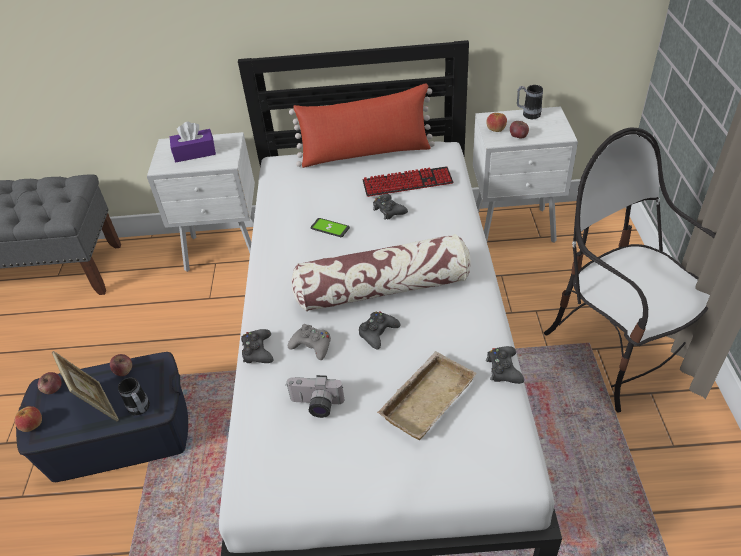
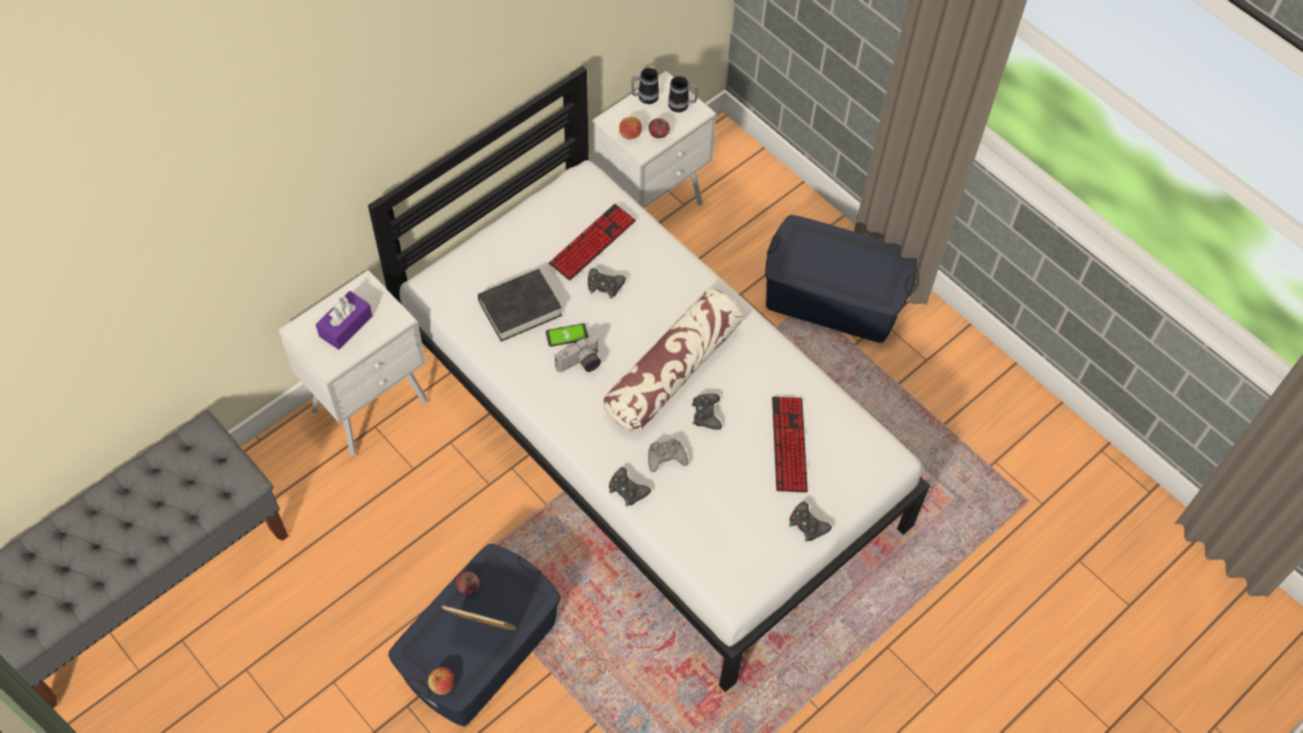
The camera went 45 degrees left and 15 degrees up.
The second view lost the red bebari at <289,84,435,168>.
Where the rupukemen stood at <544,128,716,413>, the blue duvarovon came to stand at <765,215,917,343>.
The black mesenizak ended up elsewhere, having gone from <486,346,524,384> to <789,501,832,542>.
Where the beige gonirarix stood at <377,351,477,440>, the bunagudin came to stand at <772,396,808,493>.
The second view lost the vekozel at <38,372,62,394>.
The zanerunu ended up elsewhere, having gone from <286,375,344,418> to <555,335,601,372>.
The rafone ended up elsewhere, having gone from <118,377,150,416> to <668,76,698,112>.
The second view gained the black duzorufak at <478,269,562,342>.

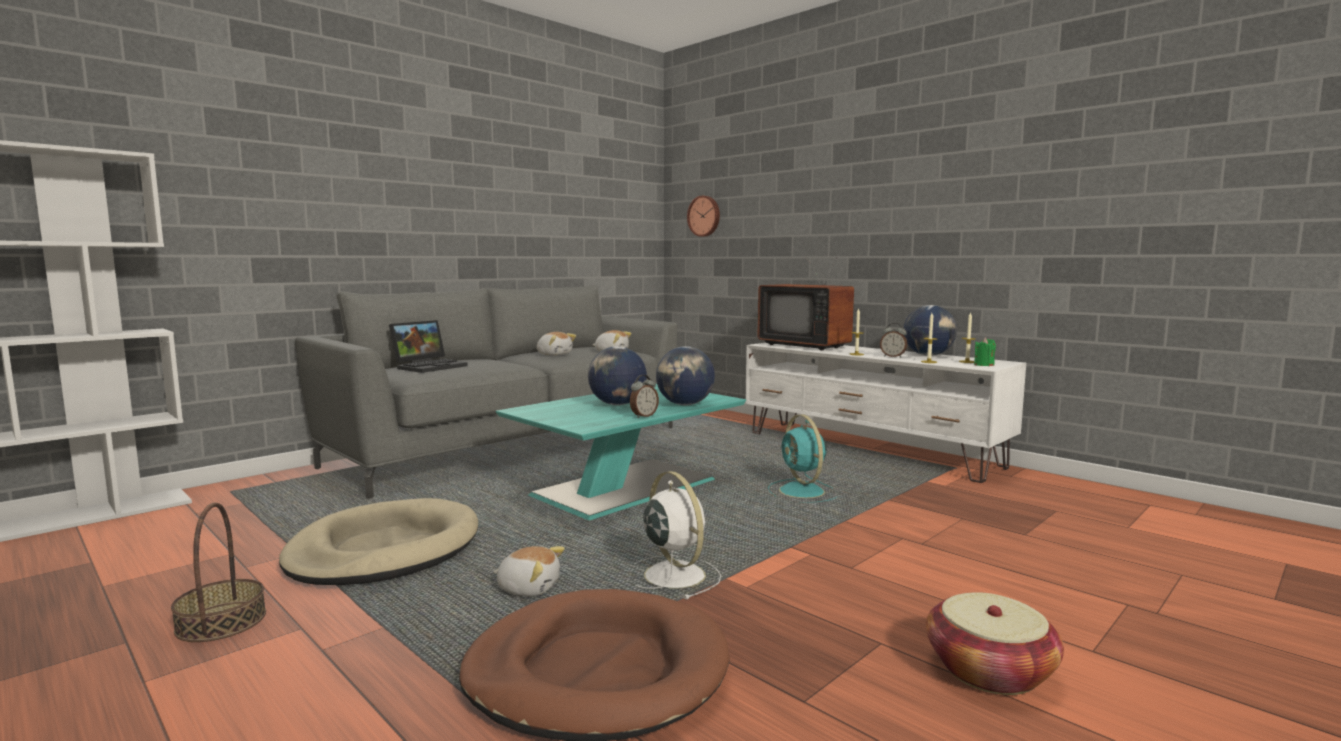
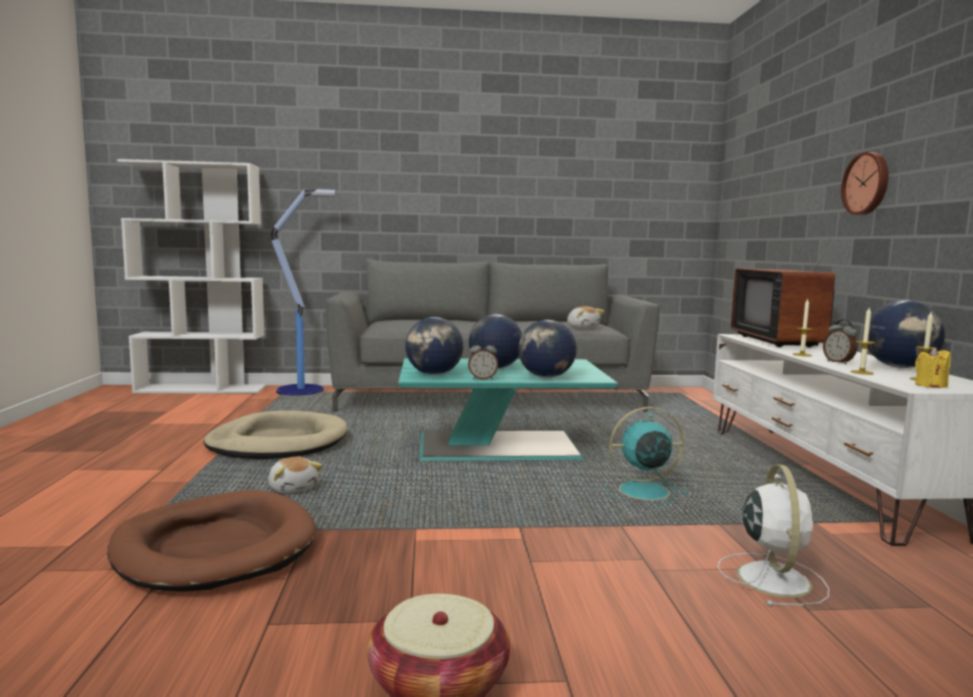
The camera went 40 degrees right and 0 degrees up.
The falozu ended up elsewhere, having gone from <687,196,720,237> to <841,152,888,215>.
The second view lost the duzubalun at <389,320,468,373>.
The second view lost the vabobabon at <537,332,576,356>.
What was the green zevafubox at <974,338,996,366> turned into the yellow zevafubox at <915,347,951,388>.
The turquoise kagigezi at <768,415,838,503> ended up facing another way, 60 degrees clockwise from before.
The white kagigezi ended up elsewhere, having gone from <635,471,721,599> to <717,465,829,606>.
The second view lost the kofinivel at <171,502,266,642>.
The second view gained the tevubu at <271,188,336,395>.
The second view gained the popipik at <405,317,463,375>.

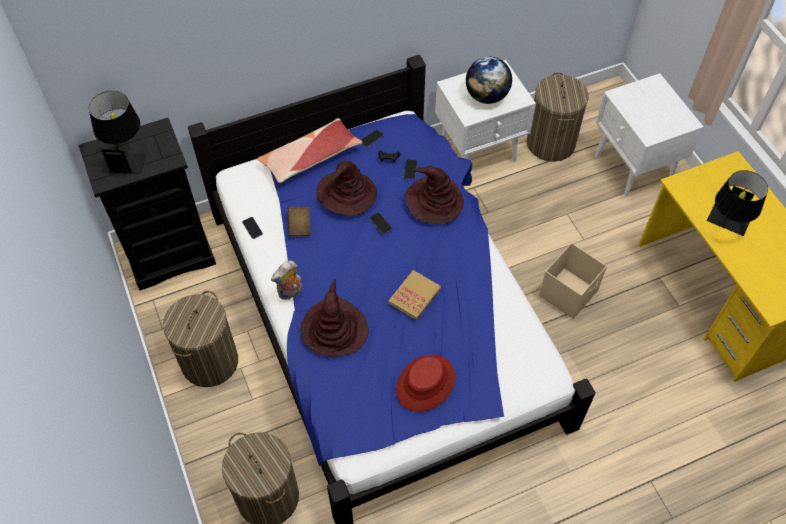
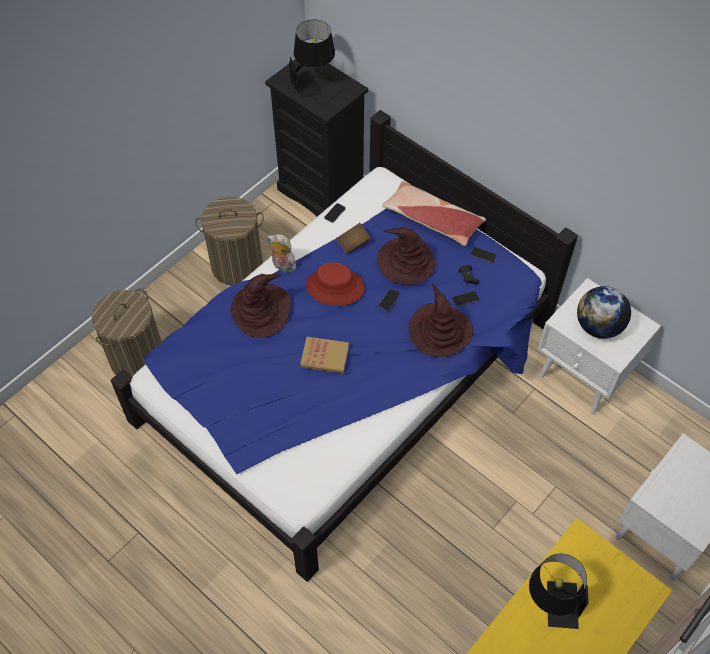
The camera went 65 degrees right and 0 degrees up.
The second view lost the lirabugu at <527,72,589,162>.
The second view lost the beige duvarovon at <539,243,607,319>.
The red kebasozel ended up elsewhere, having gone from <396,355,455,412> to <306,262,365,306>.

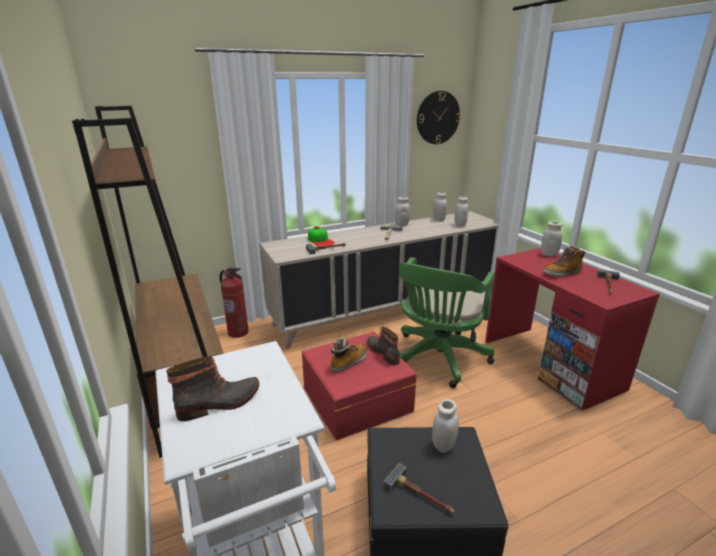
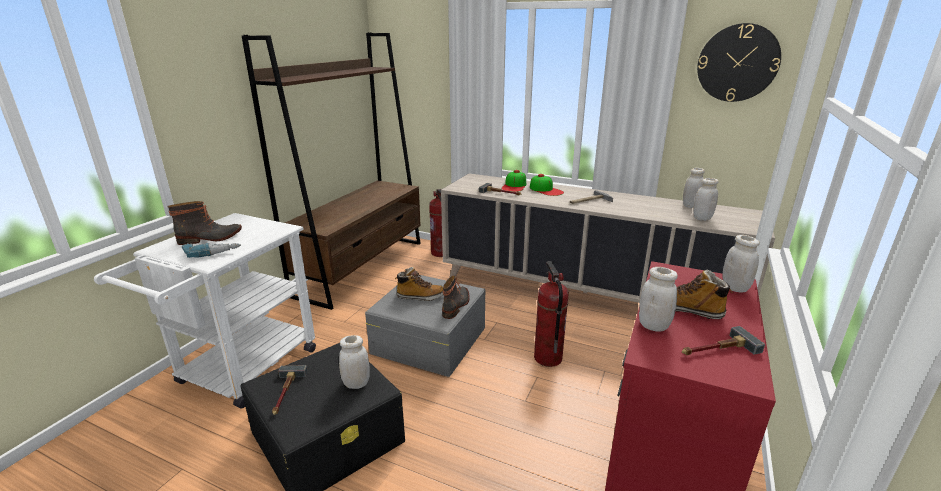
The camera went 50 degrees right and 0 degrees up.
The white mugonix ended up elsewhere, having gone from <395,197,410,226> to <639,267,678,332>.
Where the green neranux stood at <399,257,495,388>, the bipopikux came to stand at <534,261,569,367>.
What was the red duvarovon at <302,332,417,440> turned into the grey duvarovon at <365,275,485,377>.
The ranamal at <166,356,259,421> ended up facing another way, 45 degrees counterclockwise from before.
The second view gained the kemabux at <530,174,564,196>.
The second view gained the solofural at <182,243,241,258>.

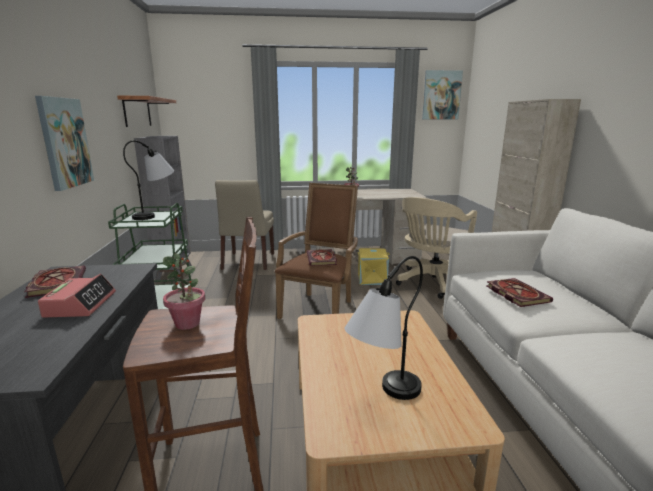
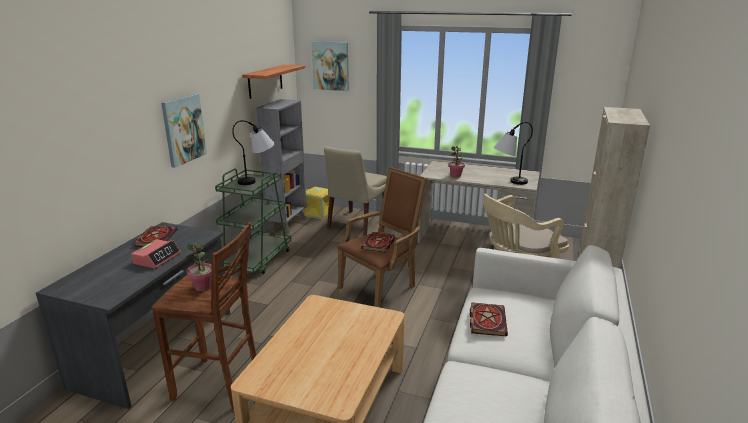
The camera went 25 degrees right and 5 degrees up.
The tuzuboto ended up elsewhere, having gone from <422,70,463,119> to <312,41,349,91>.
The yellow duvarovon ended up elsewhere, having gone from <358,248,390,285> to <303,187,334,220>.
The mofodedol ended up elsewhere, having gone from <344,256,423,400> to <493,122,533,185>.

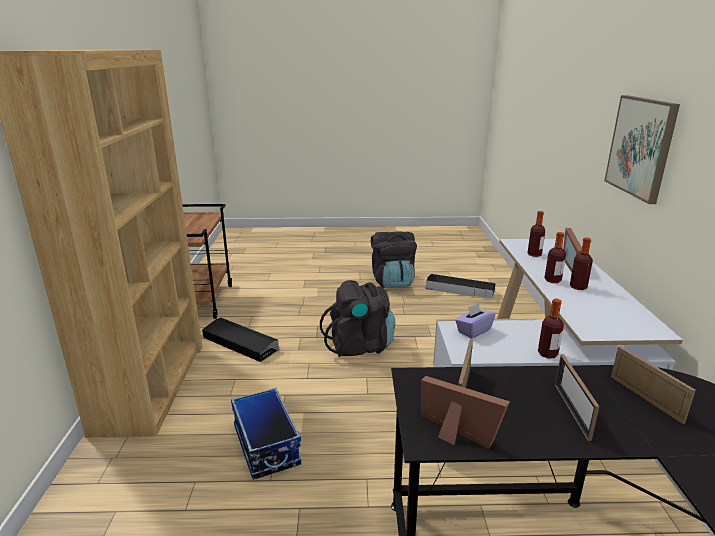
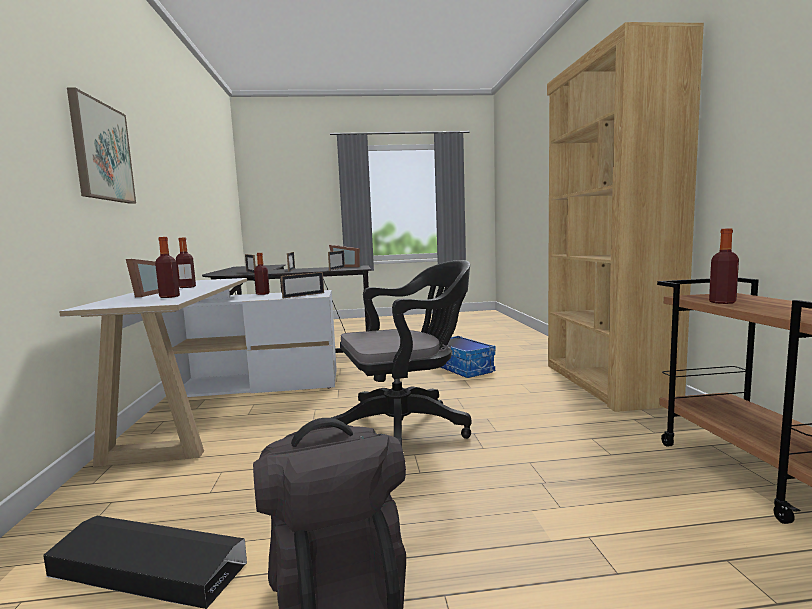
The camera went 175 degrees right and 15 degrees down.
The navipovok ended up elsewhere, having gone from <544,232,566,283> to <709,228,739,304>.
Where the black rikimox stood at <320,280,395,357>, the black neranux came to stand at <331,260,471,447>.
Where the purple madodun stood at <455,303,495,338>, the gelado came to stand at <281,272,324,298>.
The second view lost the black duvarovon at <202,318,279,362>.

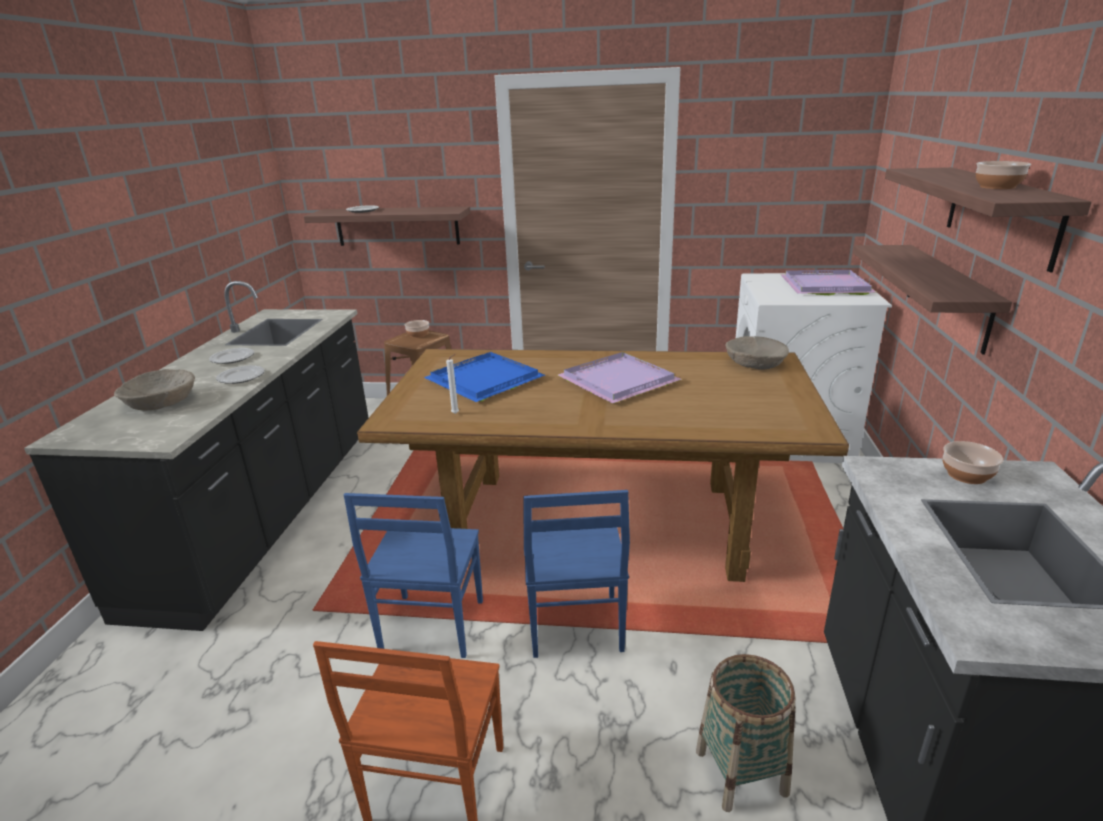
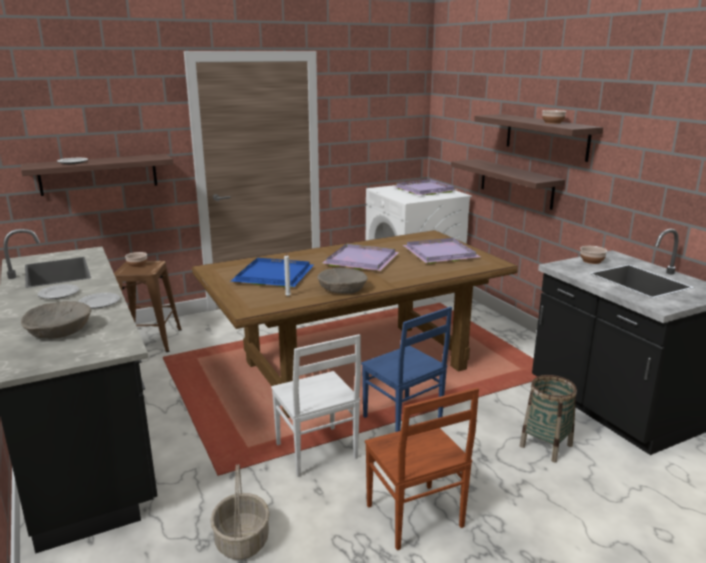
The camera went 35 degrees left and 5 degrees down.
The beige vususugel ended up elsewhere, having gone from <726,336,789,370> to <317,268,367,294>.
What was the blue rupukemen at <344,493,483,658> turned into the white rupukemen at <271,334,361,477>.
The second view gained the purple gonirarix at <403,238,480,264>.
The second view gained the kofinivel at <210,464,270,560>.

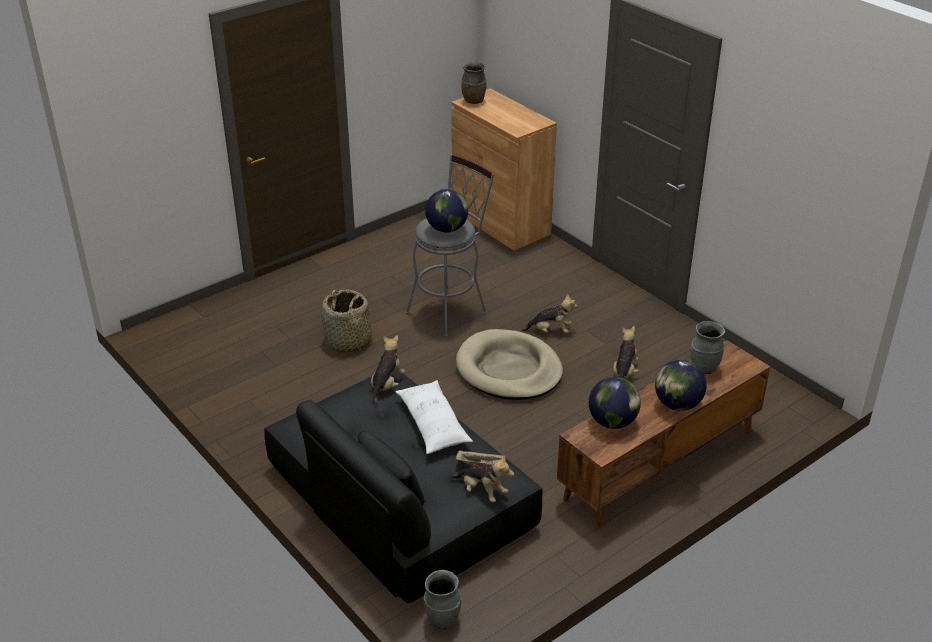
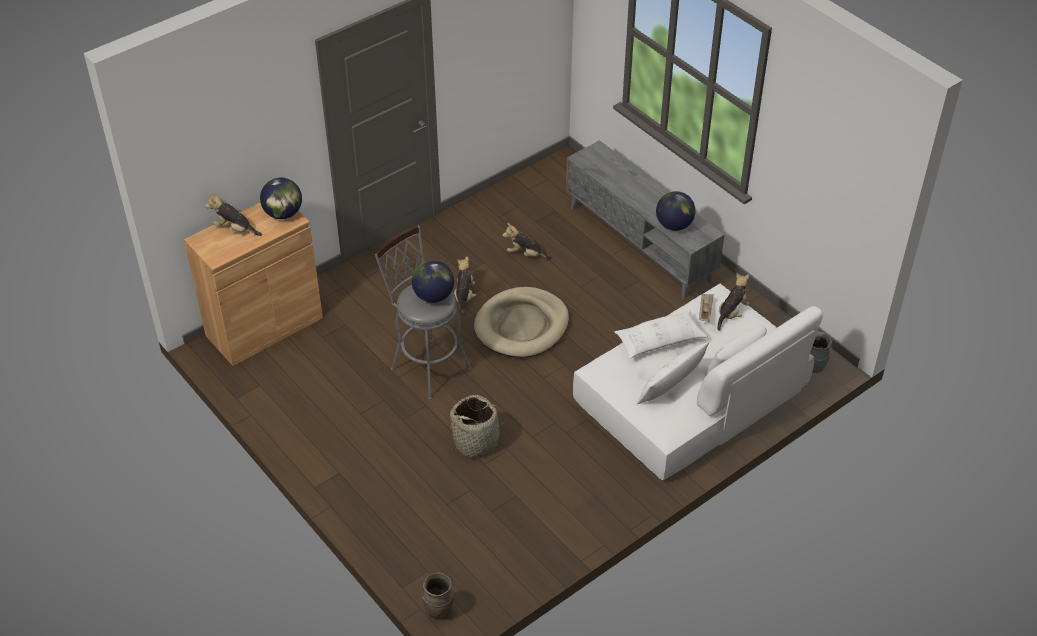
The camera went 90 degrees left and 10 degrees up.
The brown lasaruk ended up elsewhere, having gone from <461,62,487,104> to <422,573,453,619>.
The second view lost the grey lasaruk at <690,321,725,374>.
The vabobabon ended up elsewhere, having gone from <371,335,405,406> to <205,192,262,236>.
What was the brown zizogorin at <557,340,770,529> turned into the grey zizogorin at <566,140,724,299>.
The popipik ended up elsewhere, having gone from <655,360,707,411> to <260,177,302,219>.
What was the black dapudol at <264,370,543,603> turned into the white dapudol at <573,284,823,480>.
The second view gained the white bebari at <637,342,709,404>.

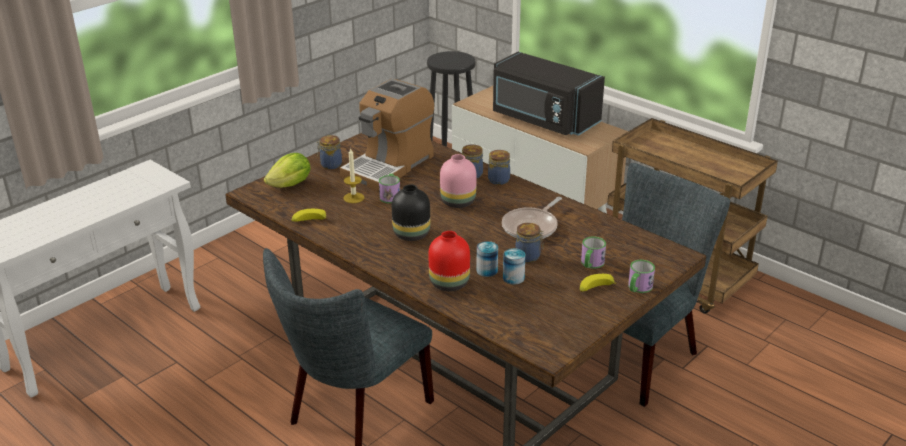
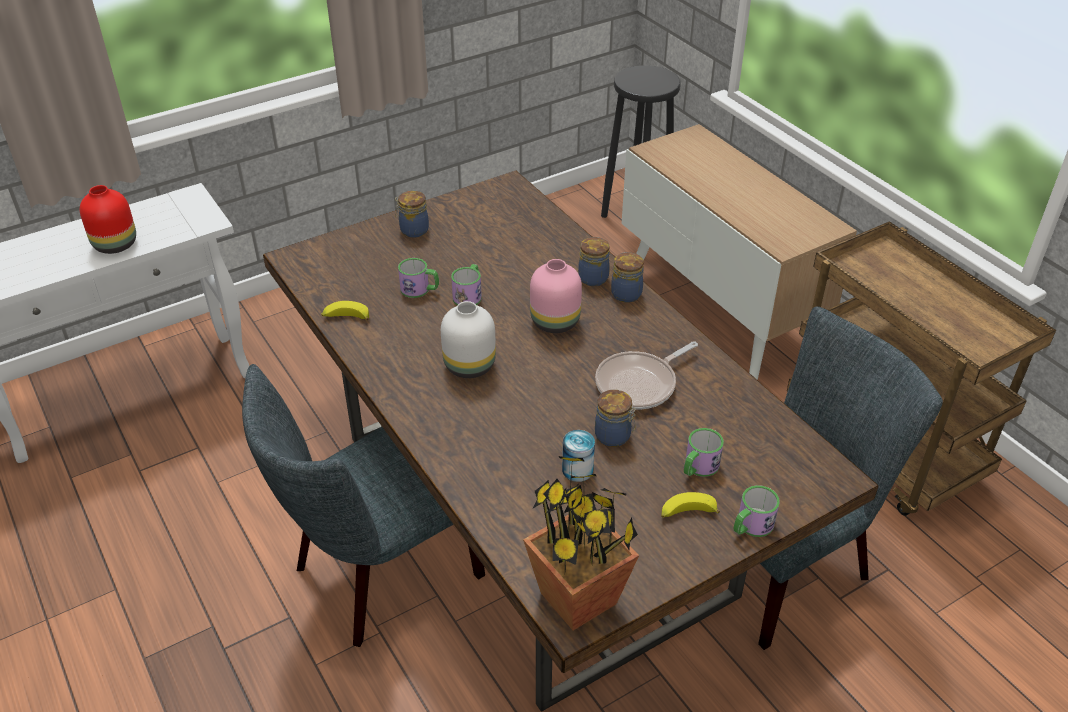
The camera went 15 degrees right and 10 degrees up.
The second view lost the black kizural at <493,52,605,136>.
The second view lost the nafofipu at <340,79,434,191>.
Where the zevafubox stood at <344,147,364,203>, the rafone came to stand at <398,258,439,298>.
The second view lost the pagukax at <264,153,311,188>.
What was the black lasaruk at <392,185,430,241> turned into the white lasaruk at <441,301,496,378>.
The red lasaruk ended up elsewhere, having gone from <428,231,470,291> to <80,185,136,254>.
The second view lost the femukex at <477,241,498,277>.
The second view gained the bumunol at <523,456,639,631>.

